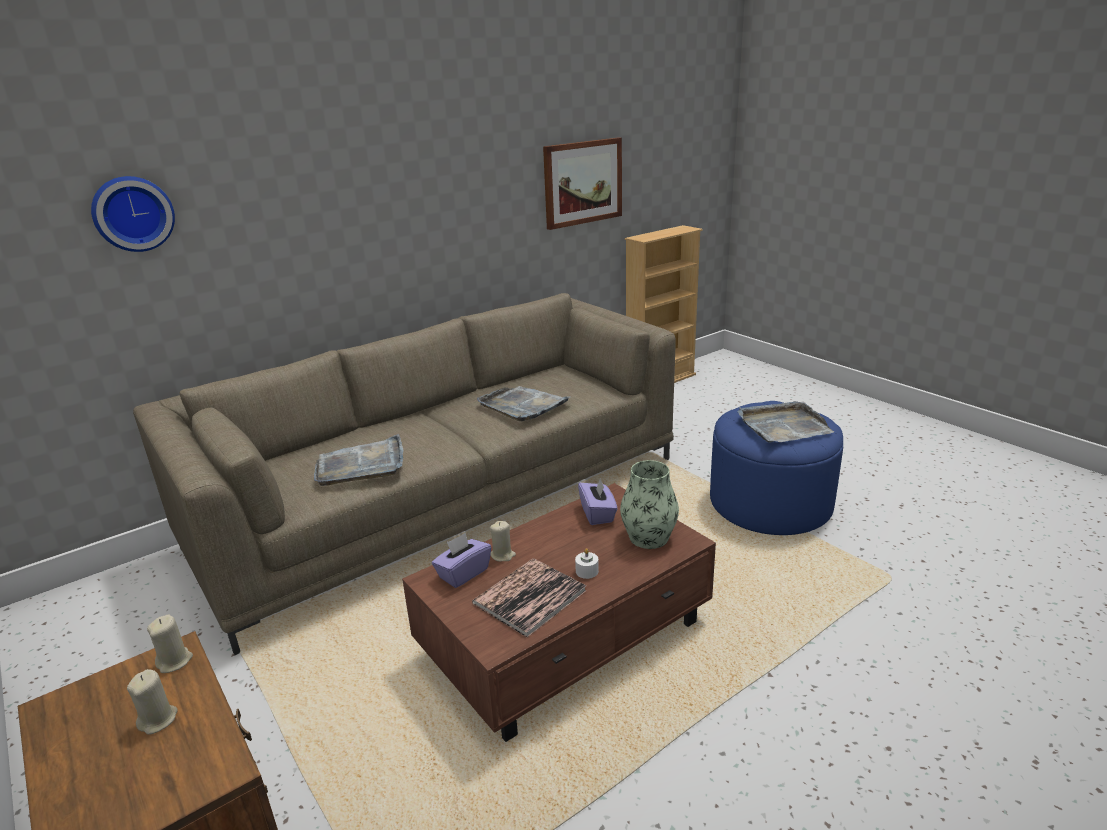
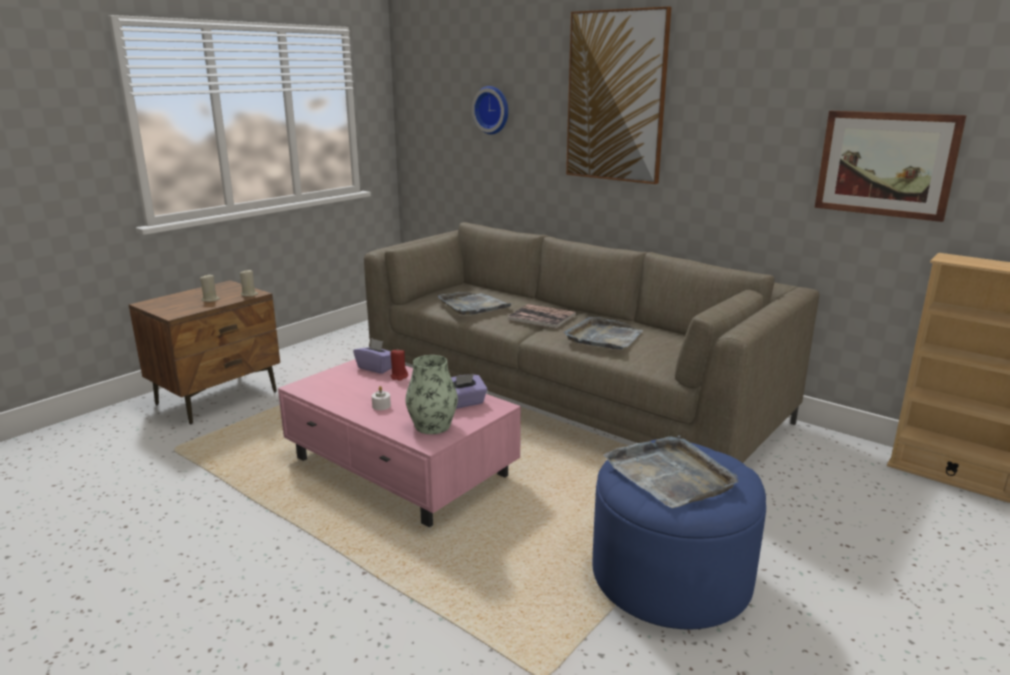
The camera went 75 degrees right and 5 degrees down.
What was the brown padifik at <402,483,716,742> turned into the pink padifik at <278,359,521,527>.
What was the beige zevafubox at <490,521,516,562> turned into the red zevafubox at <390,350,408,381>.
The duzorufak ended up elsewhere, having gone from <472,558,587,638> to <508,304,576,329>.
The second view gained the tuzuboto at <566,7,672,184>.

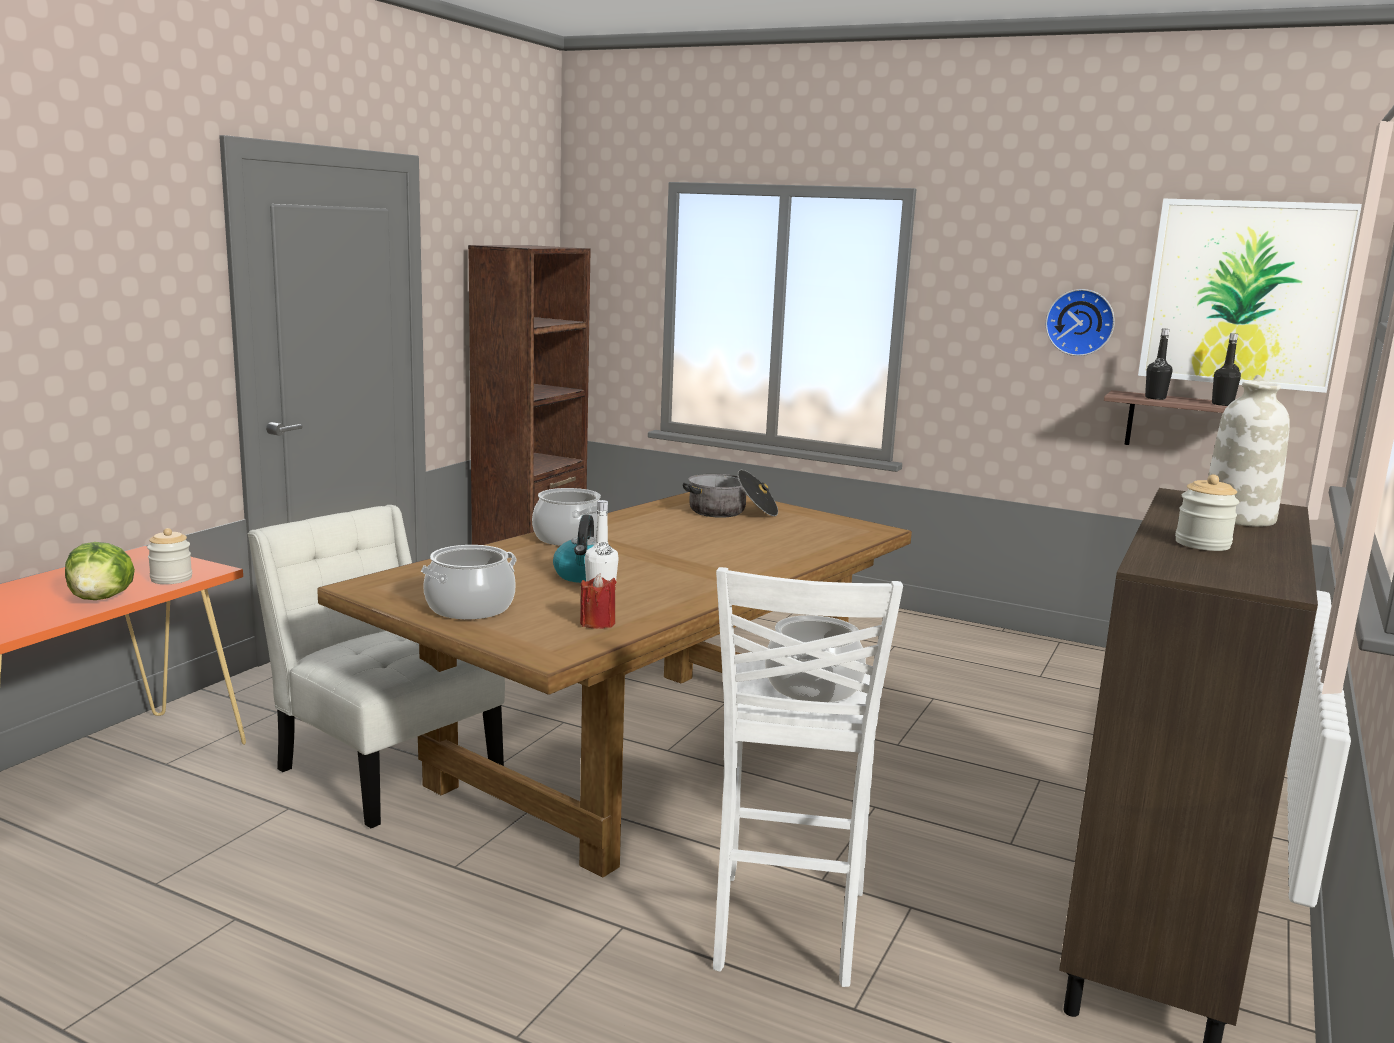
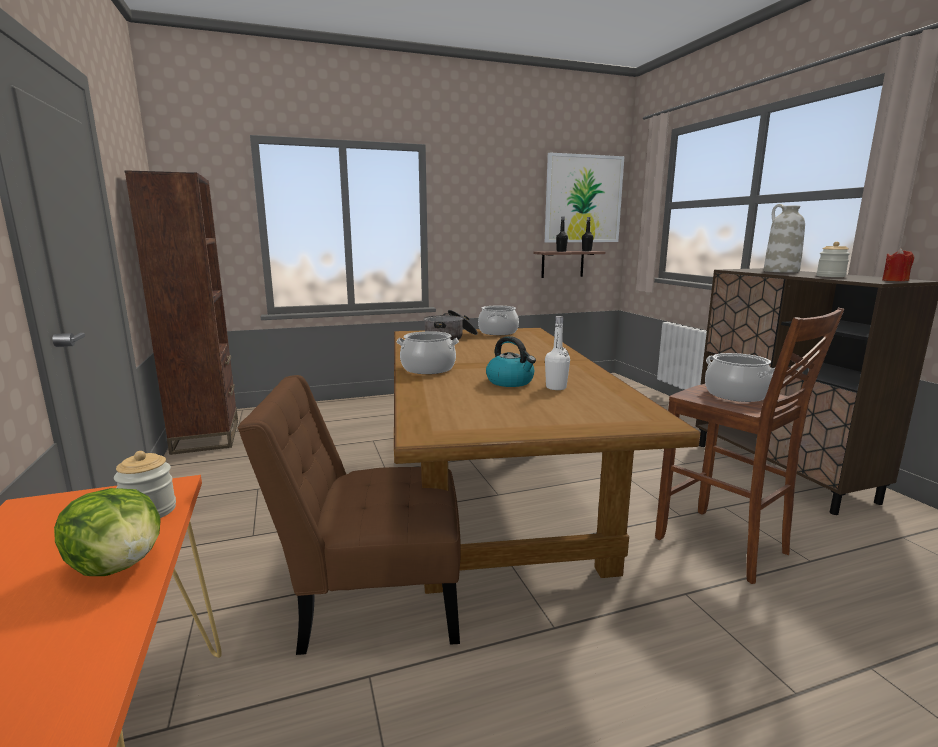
The camera went 45 degrees left and 0 degrees up.
The second view lost the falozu at <1046,289,1115,356>.
What was the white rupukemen at <247,505,505,828> turned into the brown rupukemen at <238,375,461,655>.
The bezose ended up elsewhere, having gone from <421,545,517,620> to <478,306,519,335>.
What was the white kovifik at <713,567,903,987> turned into the brown kovifik at <655,308,844,584>.
The red zevafubox ended up elsewhere, having gone from <580,574,616,629> to <882,248,914,281>.

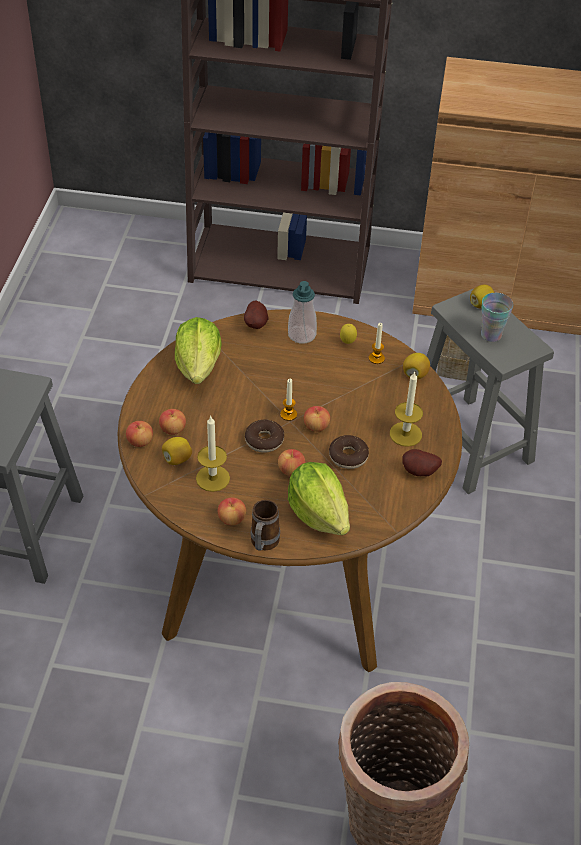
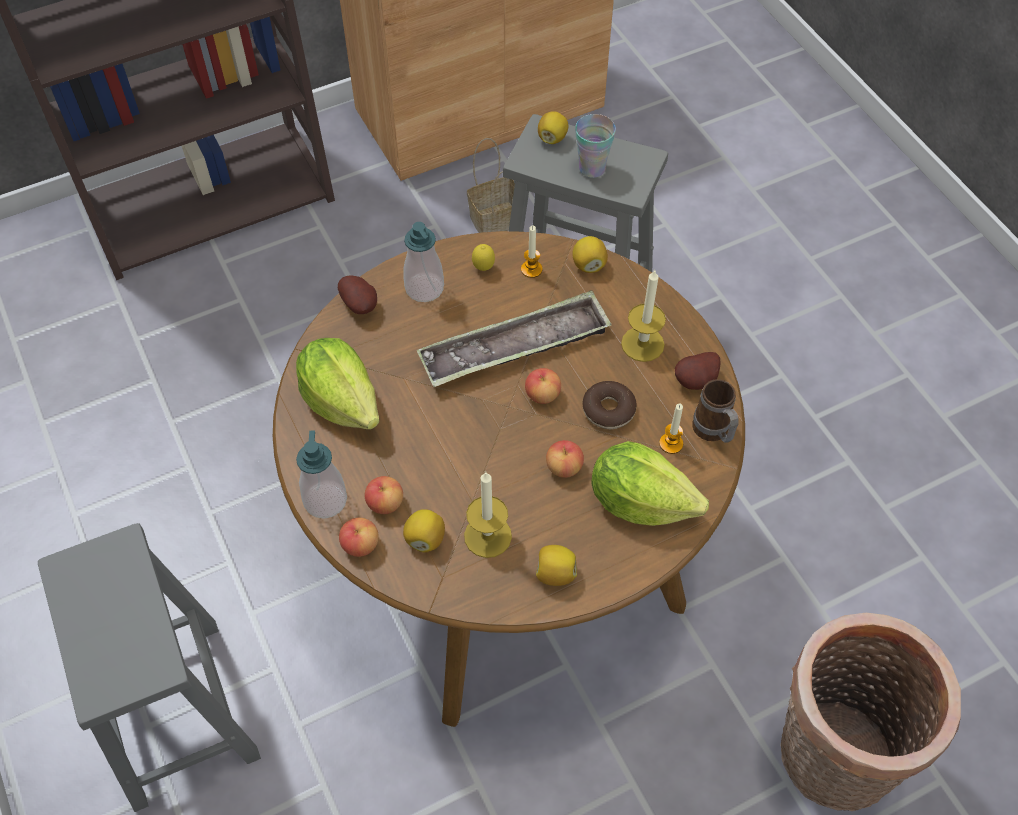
The camera went 35 degrees left and 10 degrees up.
The zevafubox ended up elsewhere, having gone from <280,379,297,421> to <659,404,683,454>.
The second view lost the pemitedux at <245,419,284,453>.
Where the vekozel stood at <218,497,246,525>, the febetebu came to stand at <536,545,577,586>.
The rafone ended up elsewhere, having gone from <250,500,280,550> to <692,379,739,443>.
The second view gained the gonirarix at <417,290,612,387>.
The second view gained the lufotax at <296,430,347,519>.

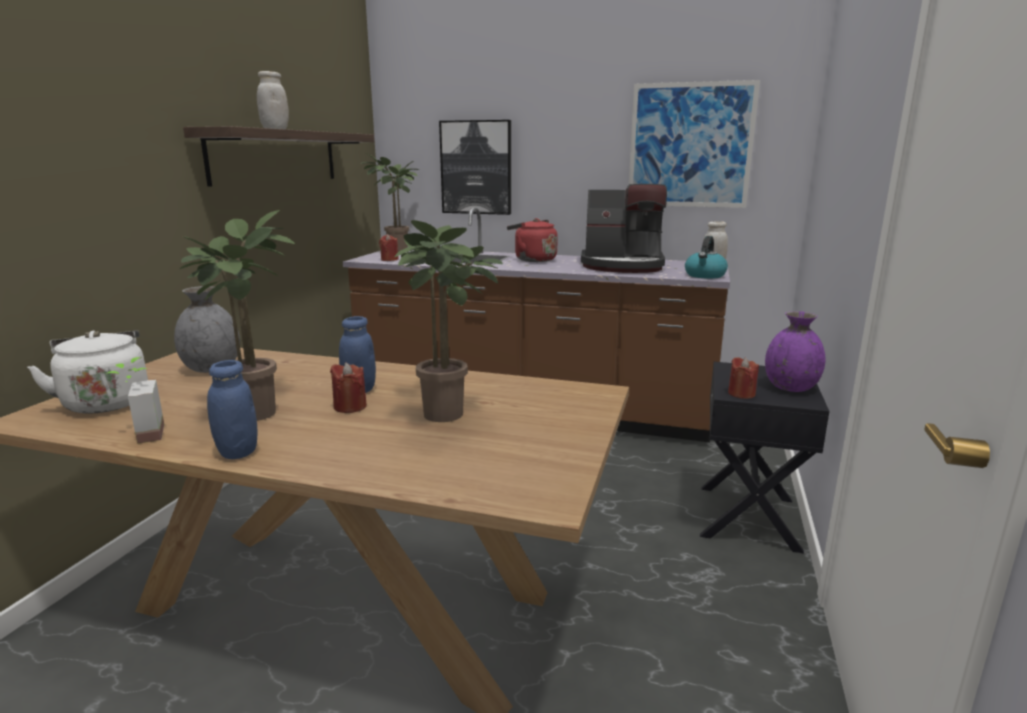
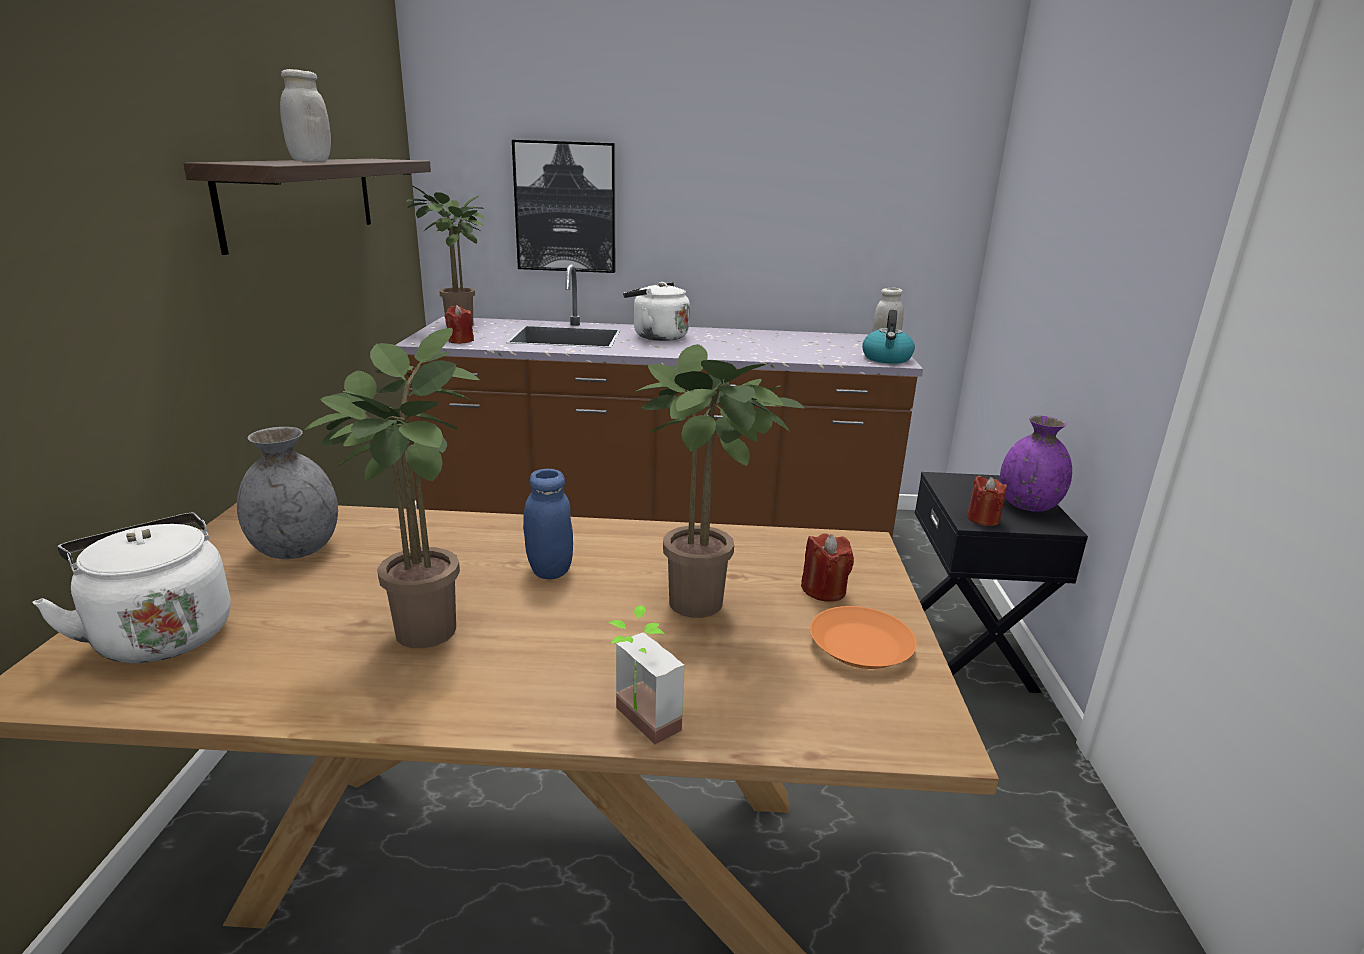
The camera went 15 degrees left and 5 degrees up.
The second view lost the tuzuboto at <629,80,760,208>.
The second view lost the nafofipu at <581,184,667,273>.
What was the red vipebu at <507,218,558,262> turned into the white vipebu at <623,282,690,341>.
The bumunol ended up elsewhere, having gone from <106,357,164,444> to <608,605,684,744>.
The second view lost the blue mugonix at <207,360,257,459>.
The red zevafubox ended up elsewhere, having gone from <330,362,367,413> to <801,533,854,602>.
The second view gained the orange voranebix at <810,606,917,669>.

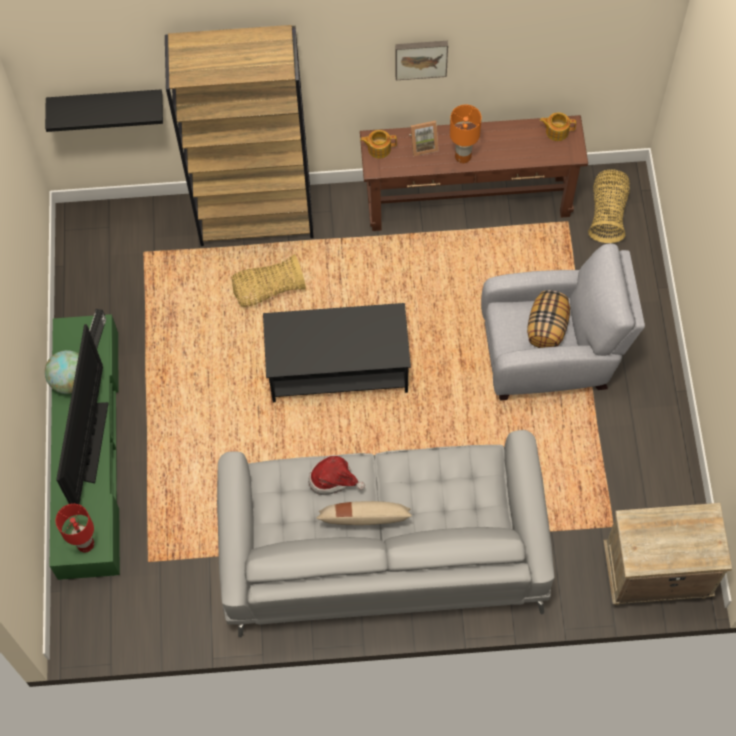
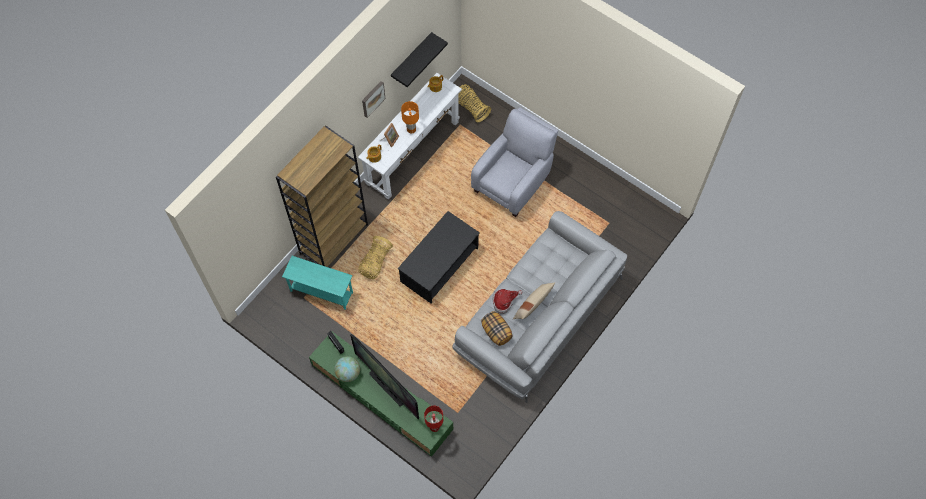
The camera went 50 degrees left and 0 degrees up.
The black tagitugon ended up elsewhere, having gone from <45,89,163,132> to <391,32,448,87>.
What was the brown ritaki at <360,115,588,231> turned into the white ritaki at <358,73,462,200>.
The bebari ended up elsewhere, having gone from <527,290,570,348> to <481,311,513,346>.
The second view lost the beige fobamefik at <603,503,732,605>.
The second view gained the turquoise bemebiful at <282,256,353,310>.

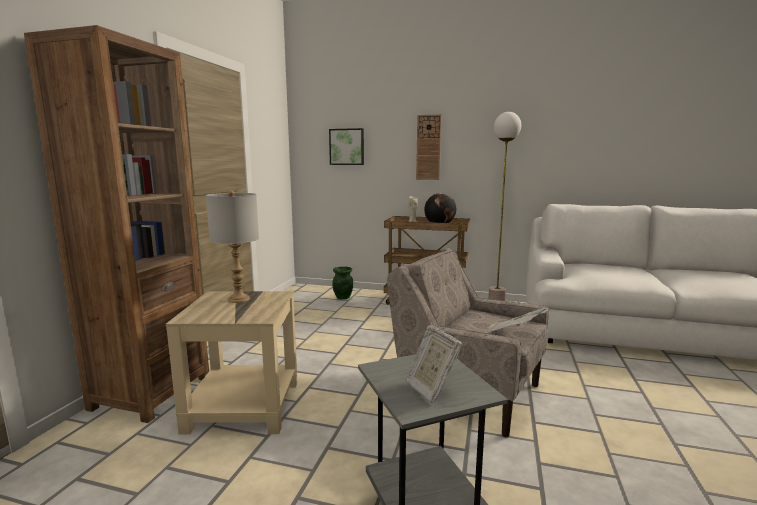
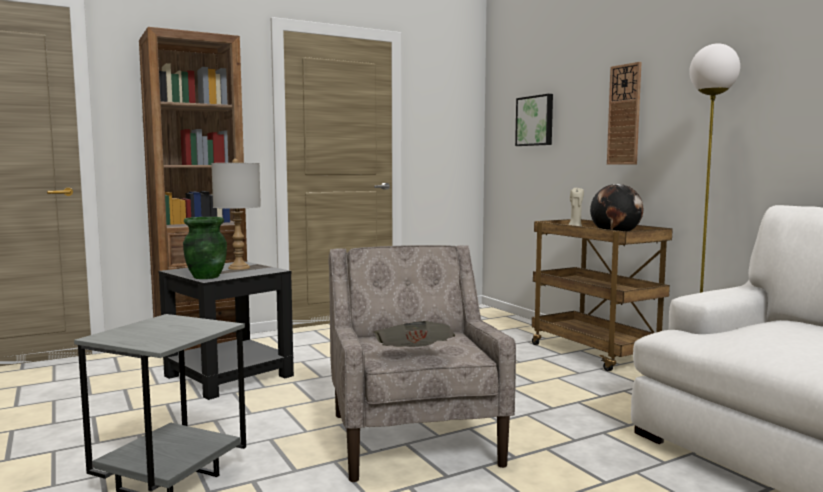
The camera went 45 degrees right and 5 degrees down.
The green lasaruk ended up elsewhere, having gone from <332,266,353,300> to <183,217,227,279>.
What was the beige bemebiful at <166,291,297,435> turned into the black bemebiful at <159,261,294,400>.
The second view lost the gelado at <405,325,462,404>.

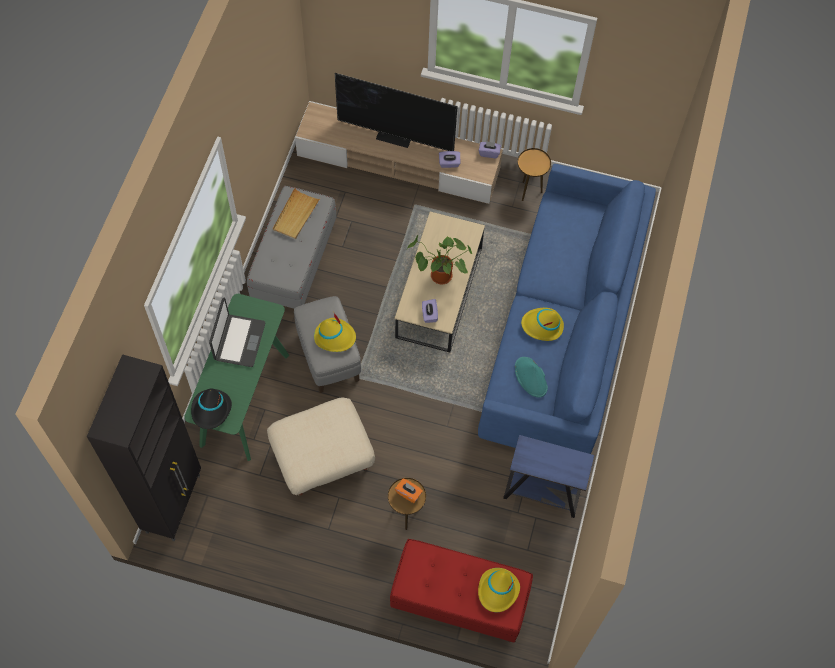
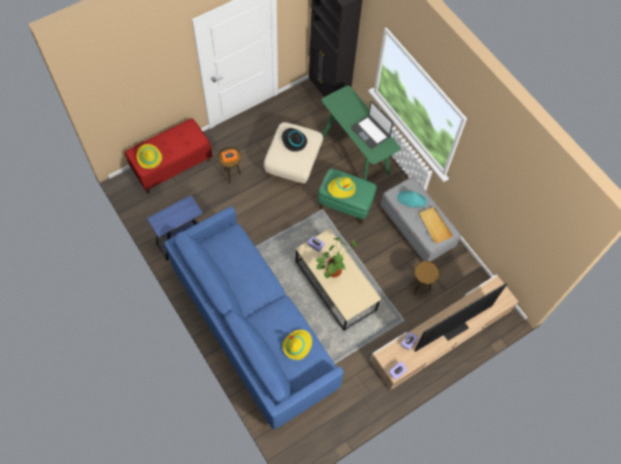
The camera went 130 degrees right and 0 degrees up.
The brown bemebiful ended up elsewhere, having gone from <518,148,551,201> to <414,261,440,294>.
What was the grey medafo at <294,296,361,393> turned into the green medafo at <318,169,376,224>.
The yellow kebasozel ended up elsewhere, having gone from <521,308,564,341> to <282,330,312,360>.
The turquoise kebasozel ended up elsewhere, having gone from <515,357,548,397> to <397,191,427,208>.
The black kebasozel ended up elsewhere, having gone from <191,388,232,429> to <282,128,307,152>.

